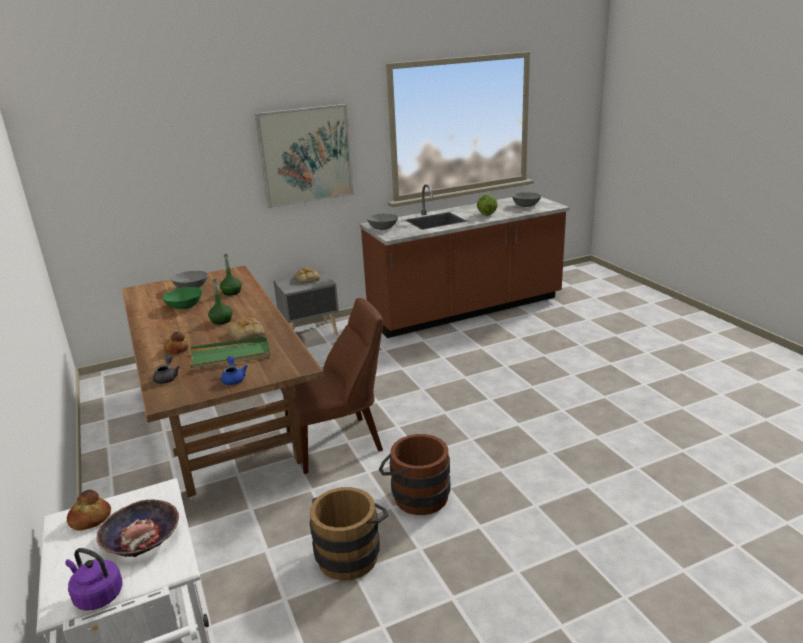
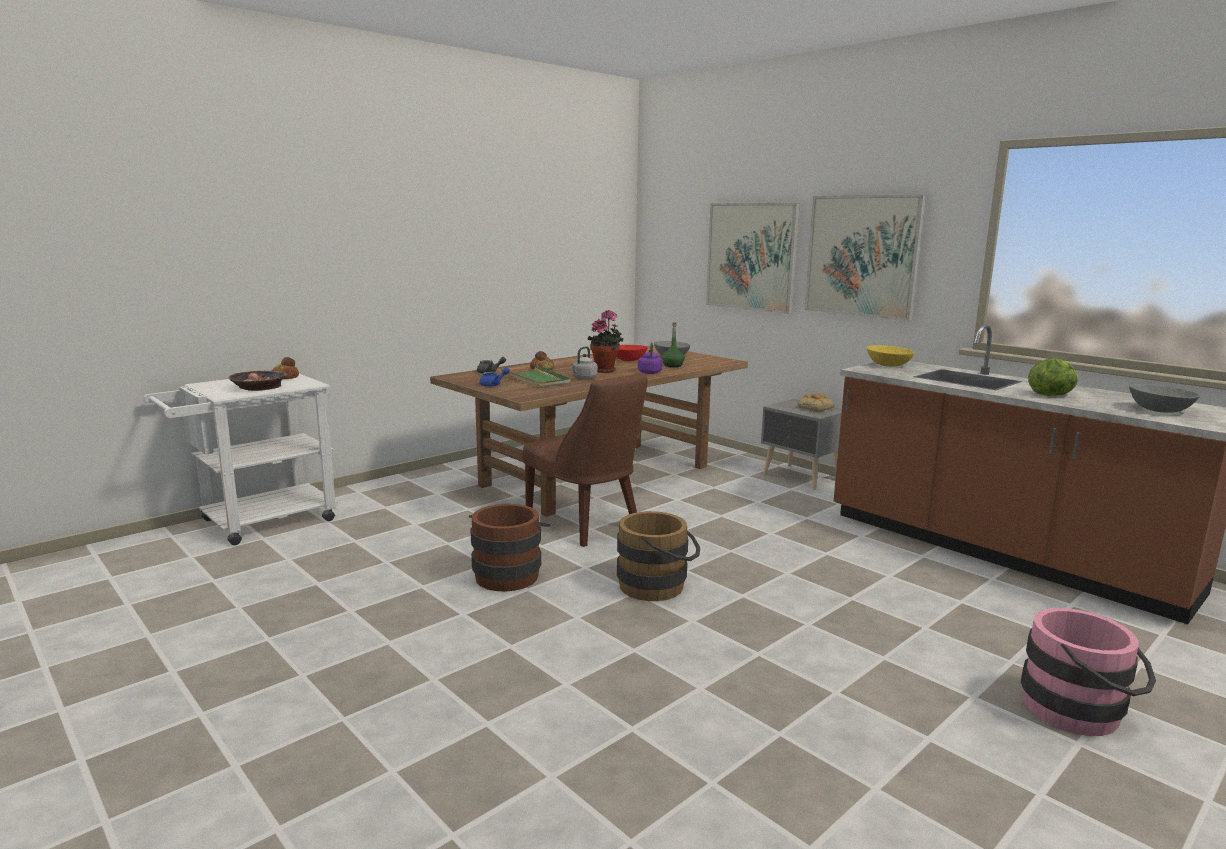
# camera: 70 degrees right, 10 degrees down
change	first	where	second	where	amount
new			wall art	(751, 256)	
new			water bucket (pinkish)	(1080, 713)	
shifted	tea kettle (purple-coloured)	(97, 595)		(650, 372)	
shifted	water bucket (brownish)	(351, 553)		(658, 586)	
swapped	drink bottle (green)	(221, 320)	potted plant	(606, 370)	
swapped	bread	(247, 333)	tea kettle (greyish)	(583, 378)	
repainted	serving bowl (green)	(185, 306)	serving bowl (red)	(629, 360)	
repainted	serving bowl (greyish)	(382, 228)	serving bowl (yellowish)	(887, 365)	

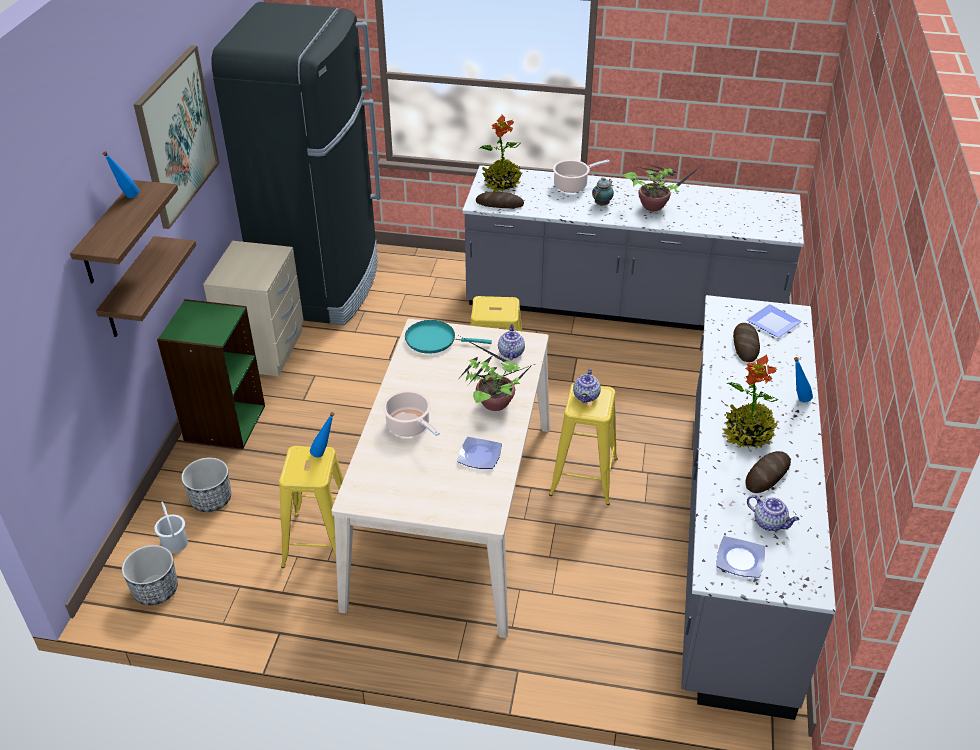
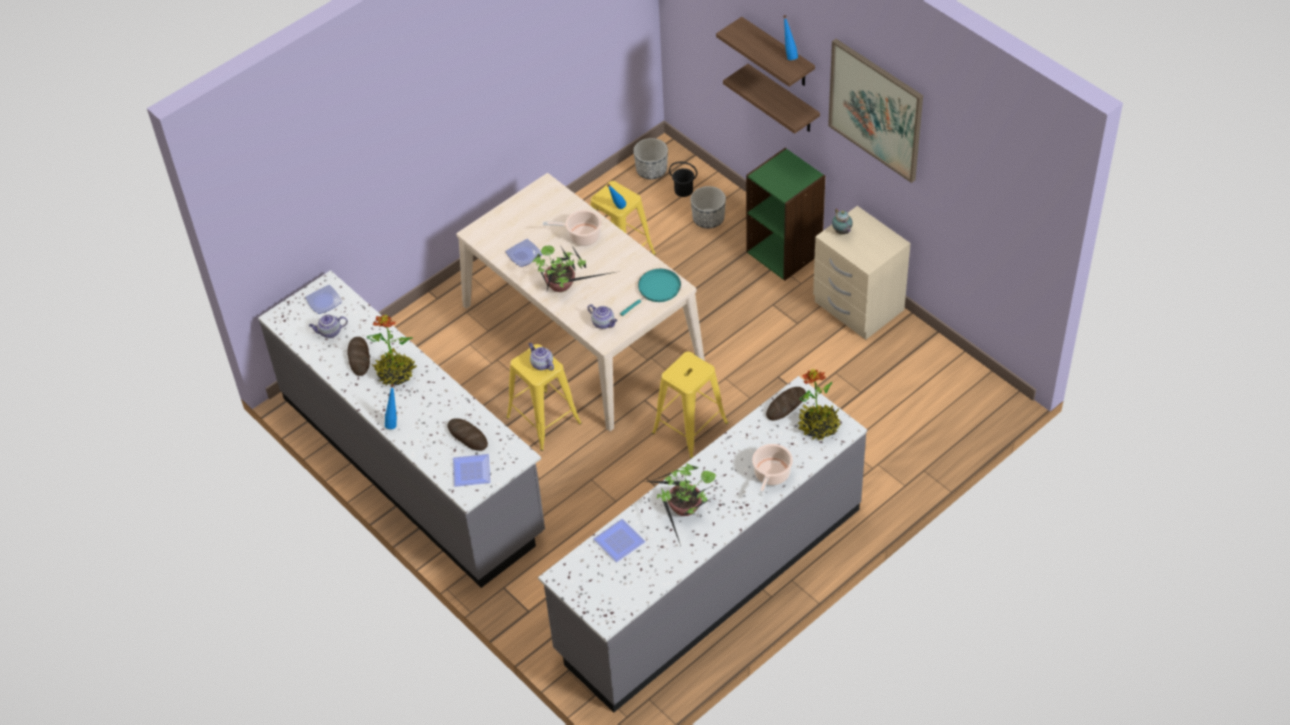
# camera: 130 degrees right, 10 degrees up
change	first	where	second	where	amount
gone	fridge (black)	(321, 285)			
new			plate	(621, 542)	
shifted	teapot	(602, 204)		(842, 232)	
repainted	water bucket (white)	(174, 544)	water bucket (black)	(683, 190)	

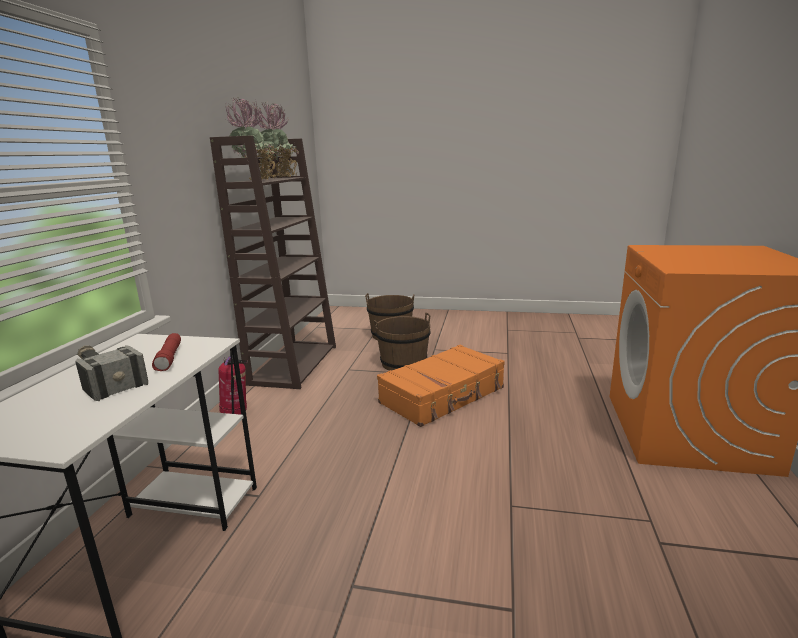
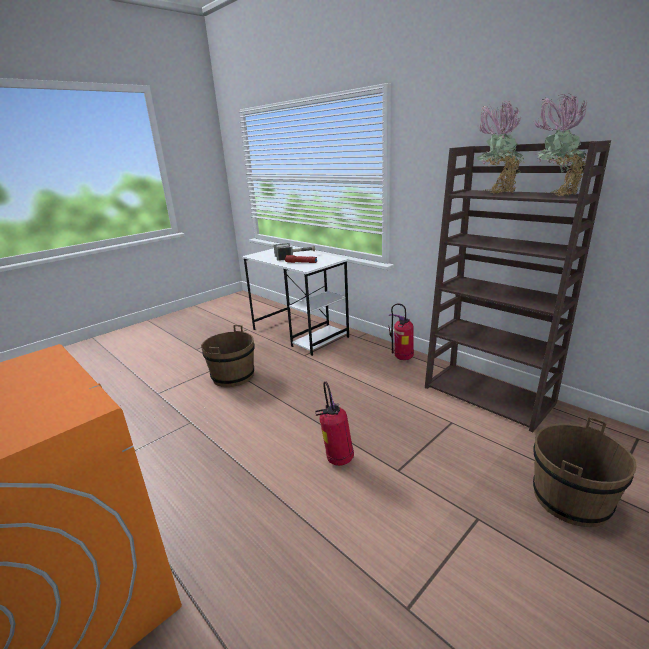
# camera: 125 degrees right, 5 degrees up
change	first	where	second	where	amount
shifted	water bucket (brownish)	(403, 363)		(233, 376)	
swapped	suitcase (orange)	(443, 396)	fire-fighting cylinder	(337, 459)	

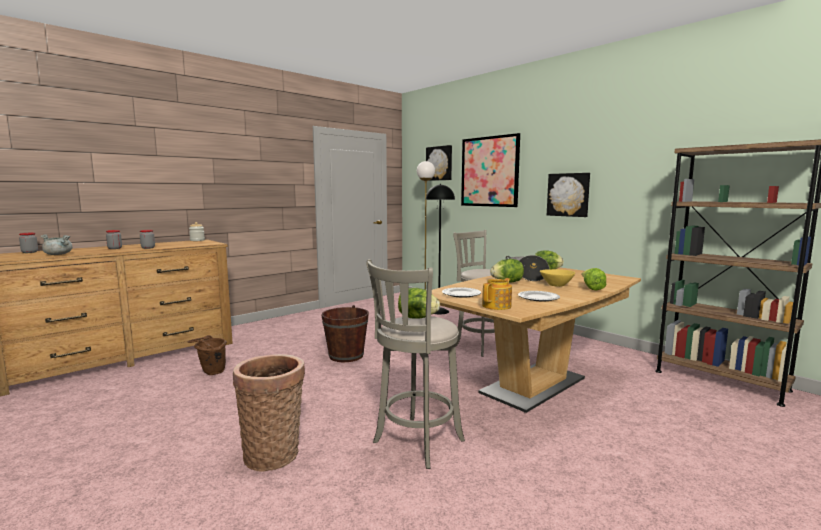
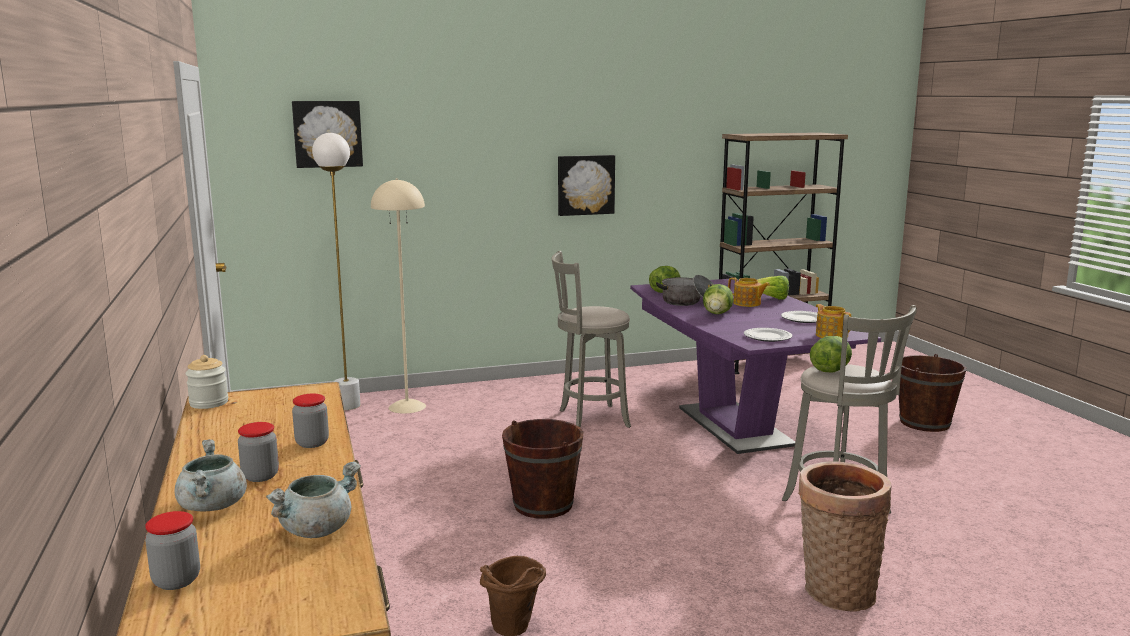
# camera: 65 degrees left, 5 degrees up
change	first	where	second	where	amount
gone	wall art	(489, 171)			
new			cooking pot (greyish)	(213, 506)	
new			water bucket (brownish)	(924, 423)	
swapped	serving bowl (yellowish)	(556, 285)	teapot	(747, 304)	
repainted	standard lamp (black)	(438, 311)	standard lamp (beige-coloured)	(407, 407)	
repainted	dining table (brownish)	(533, 386)	dining table (purple-coloured)	(734, 426)	

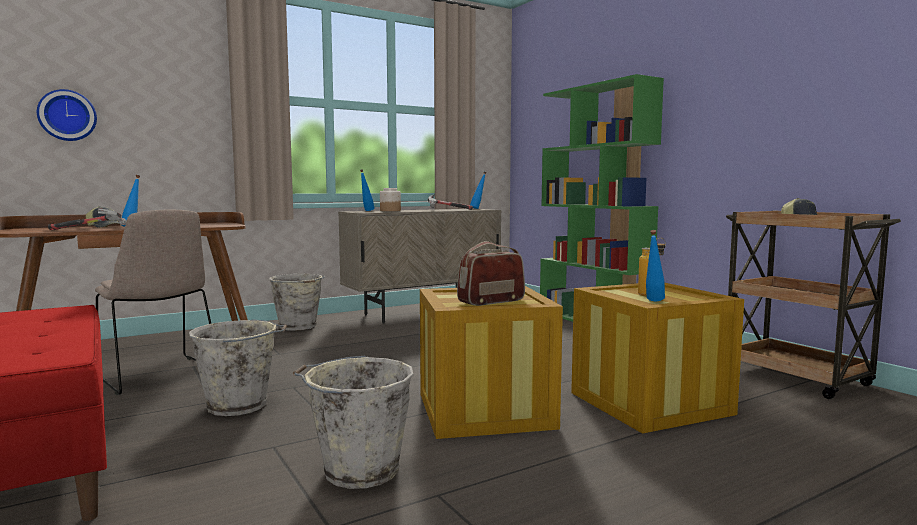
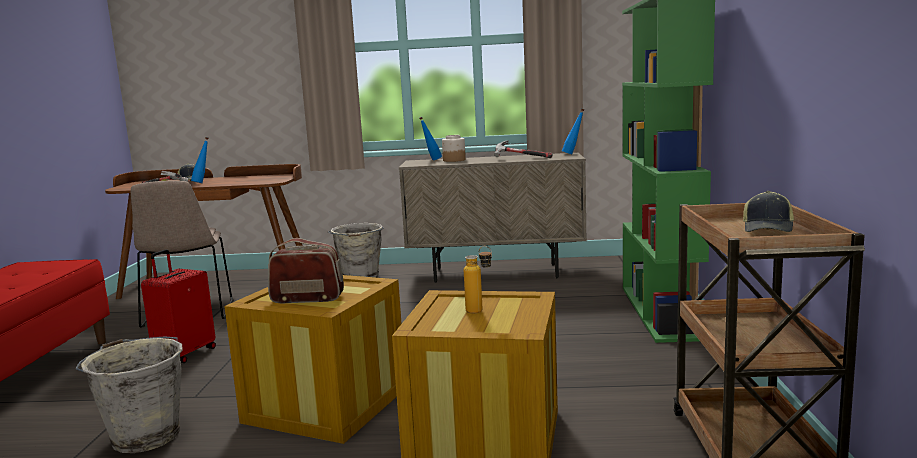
# camera: 35 degrees right, 5 degrees up
change	first	where	second	where	amount
gone	clock on the wall	(67, 115)			
gone	drink bottle (bluish)	(653, 301)			
swapped	water bucket (greyish)	(240, 405)	suitcase (red)	(185, 354)	

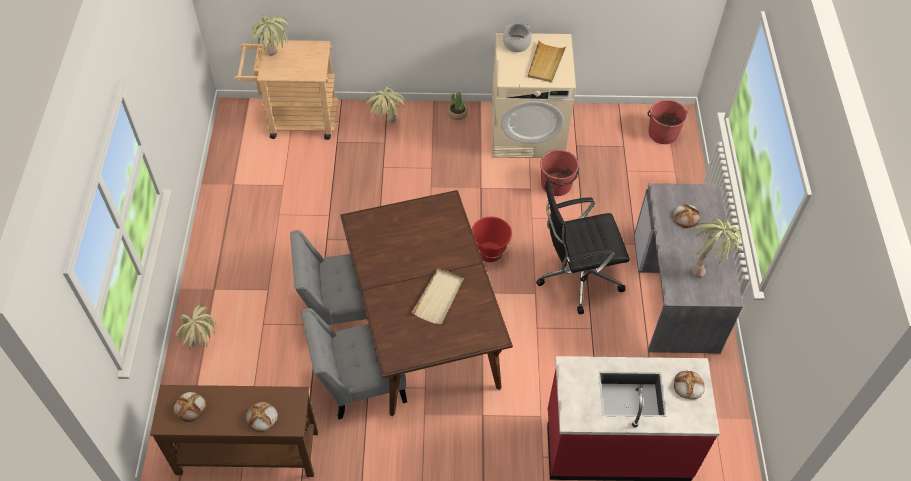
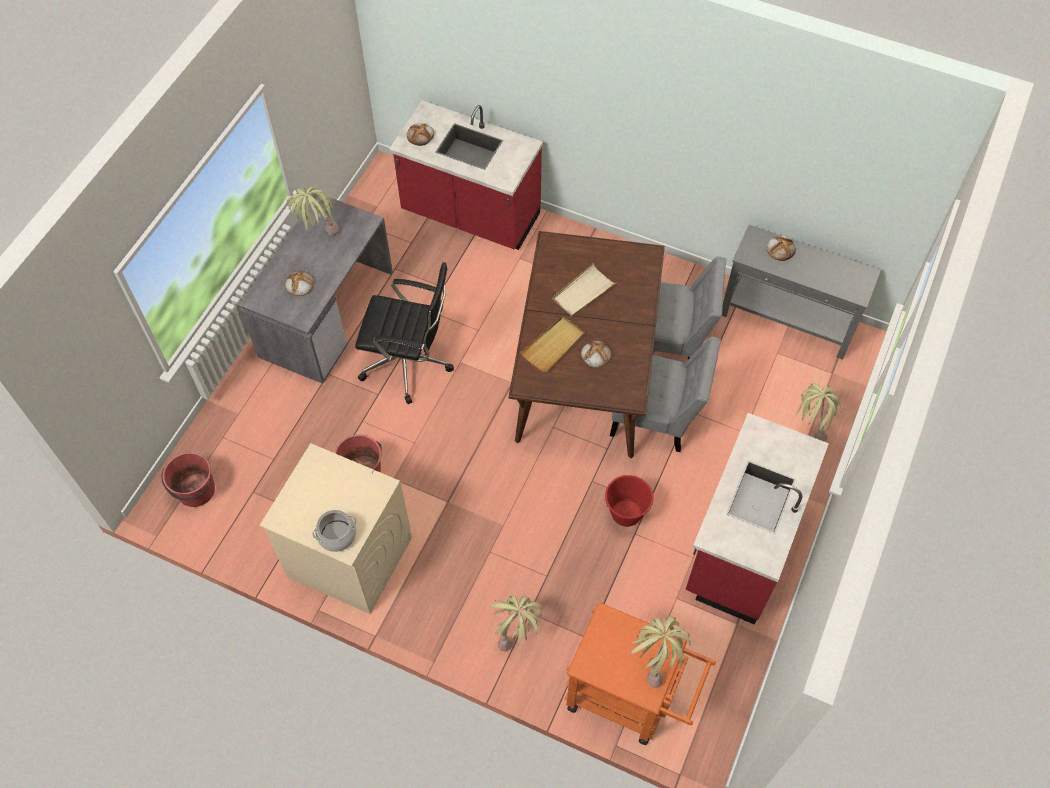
# camera: 155 degrees left, 5 degrees up
change	first	where	second	where	amount
gone	potted plant	(457, 113)			
new			counter (red)	(741, 545)	
shifted	bread	(190, 407)		(595, 355)	
shifted	water bucket (red)	(490, 252)		(626, 513)	
shifted	carrying tray (beige-coloured)	(545, 63)		(553, 345)	
repainted	console table (brownish)	(247, 452)	console table (greyish)	(788, 320)	
repainted	trolley (beige-coloured)	(295, 120)	trolley (orange)	(629, 698)	

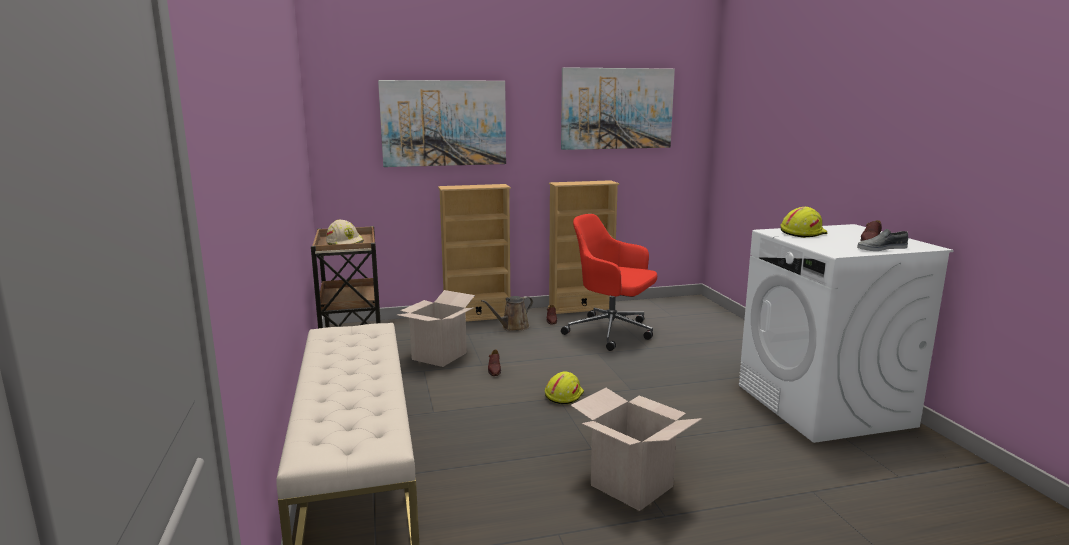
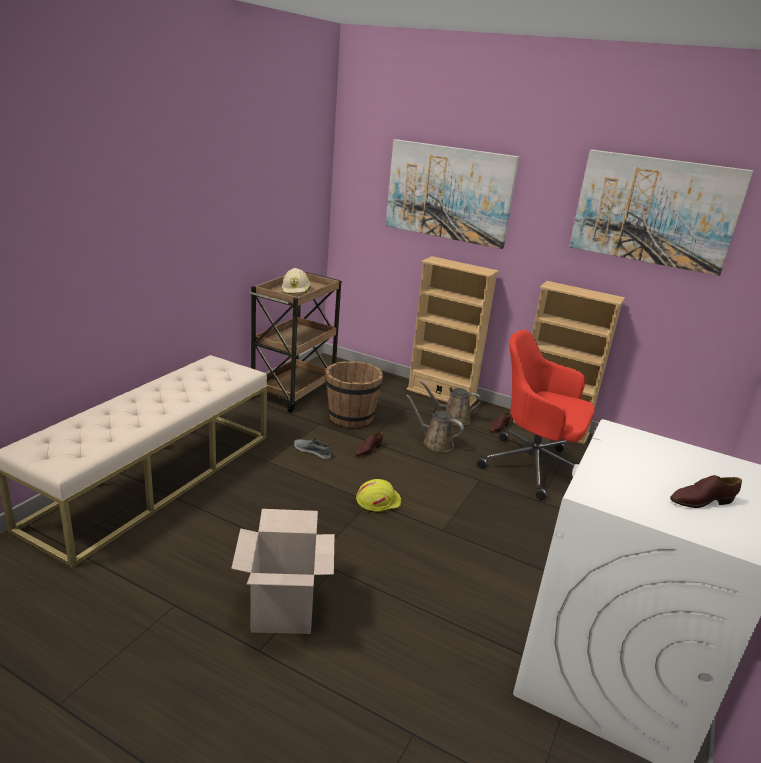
# camera: 40 degrees right, 10 degrees up
change	first	where	second	where	amount
gone	safety helmet (yellowish)	(802, 233)			
new			watering pot (brownish)	(435, 442)	
shifted	shoe (greyish)	(881, 248)		(312, 451)	
swapped	cardboard box	(439, 356)	water bucket (brownish)	(350, 417)	
rotated	computer chair (red)	(612, 332)		(533, 467)	45 degrees counterclockwise

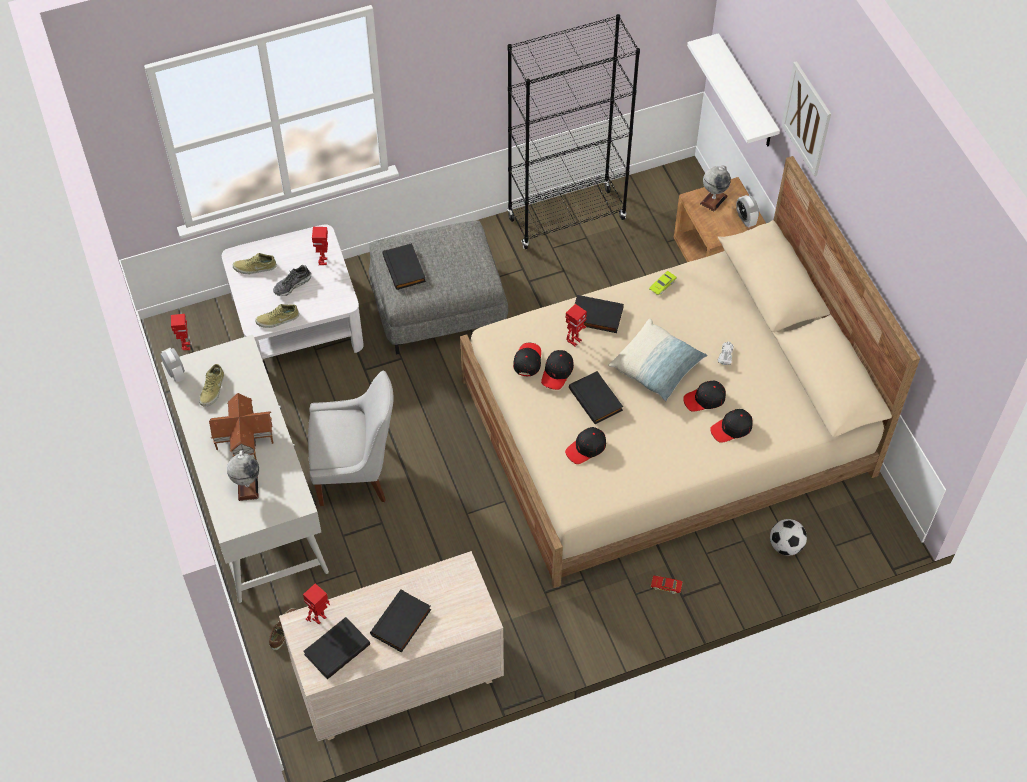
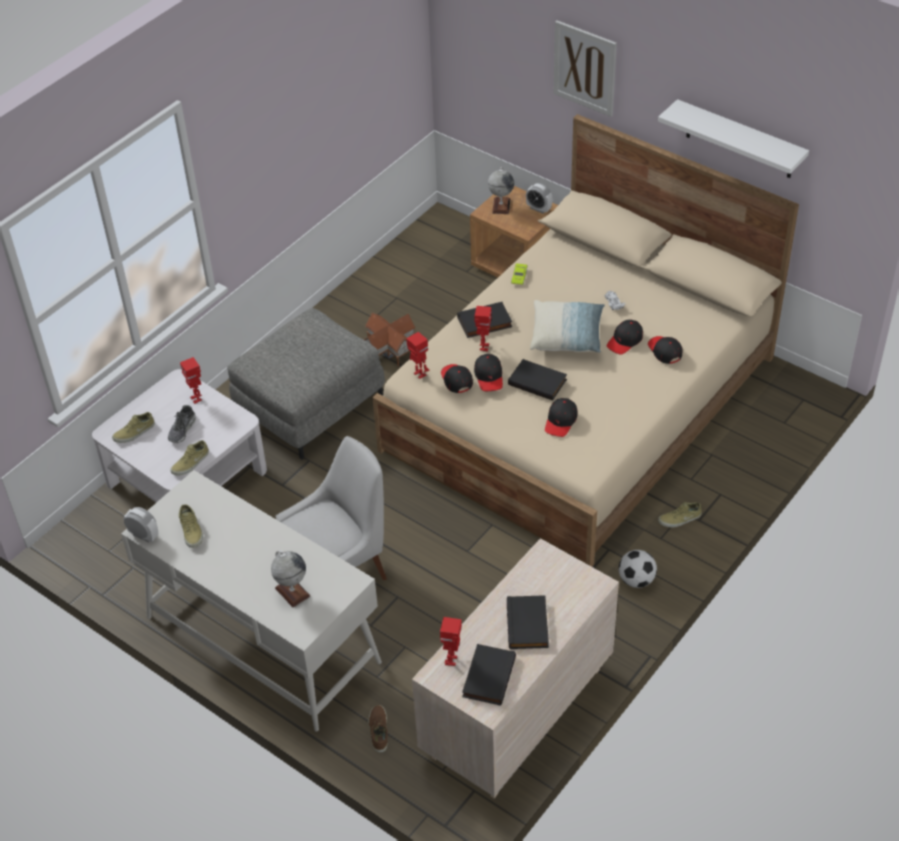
# camera: 30 degrees left, 10 degrees down
change	first	where	second	where	amount
gone	book (black)	(405, 268)			
gone	bookcase (black)	(566, 218)			
shifted	robot figure	(185, 346)		(419, 374)	
shifted	toy house	(243, 438)		(390, 350)	
shifted	bracket shelf (white)	(746, 93)		(739, 140)	
shifted	football	(785, 545)		(636, 580)	
swapped	miniature car (red)	(666, 586)	shoe (beige-coloured)	(680, 519)	
rotated	peaked cap (black)	(731, 429)		(664, 351)	120 degrees clockwise

